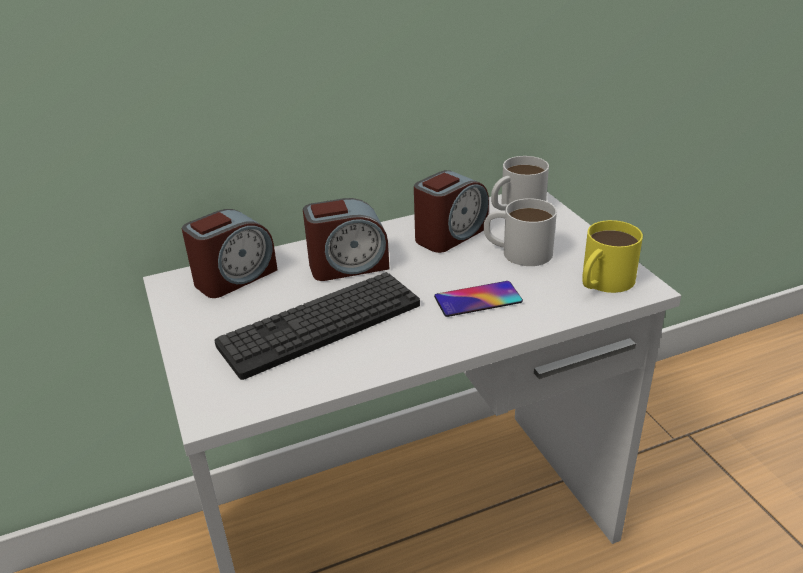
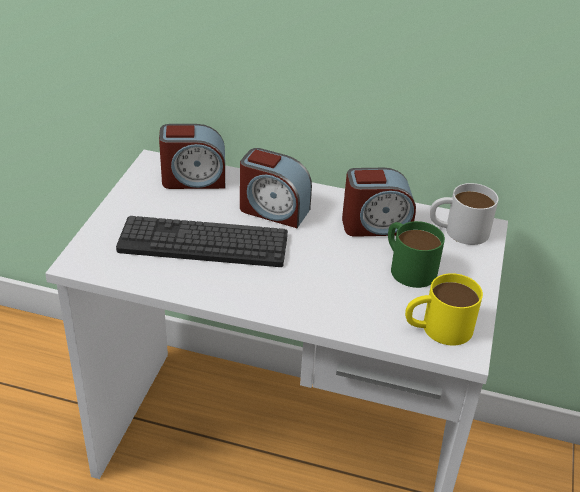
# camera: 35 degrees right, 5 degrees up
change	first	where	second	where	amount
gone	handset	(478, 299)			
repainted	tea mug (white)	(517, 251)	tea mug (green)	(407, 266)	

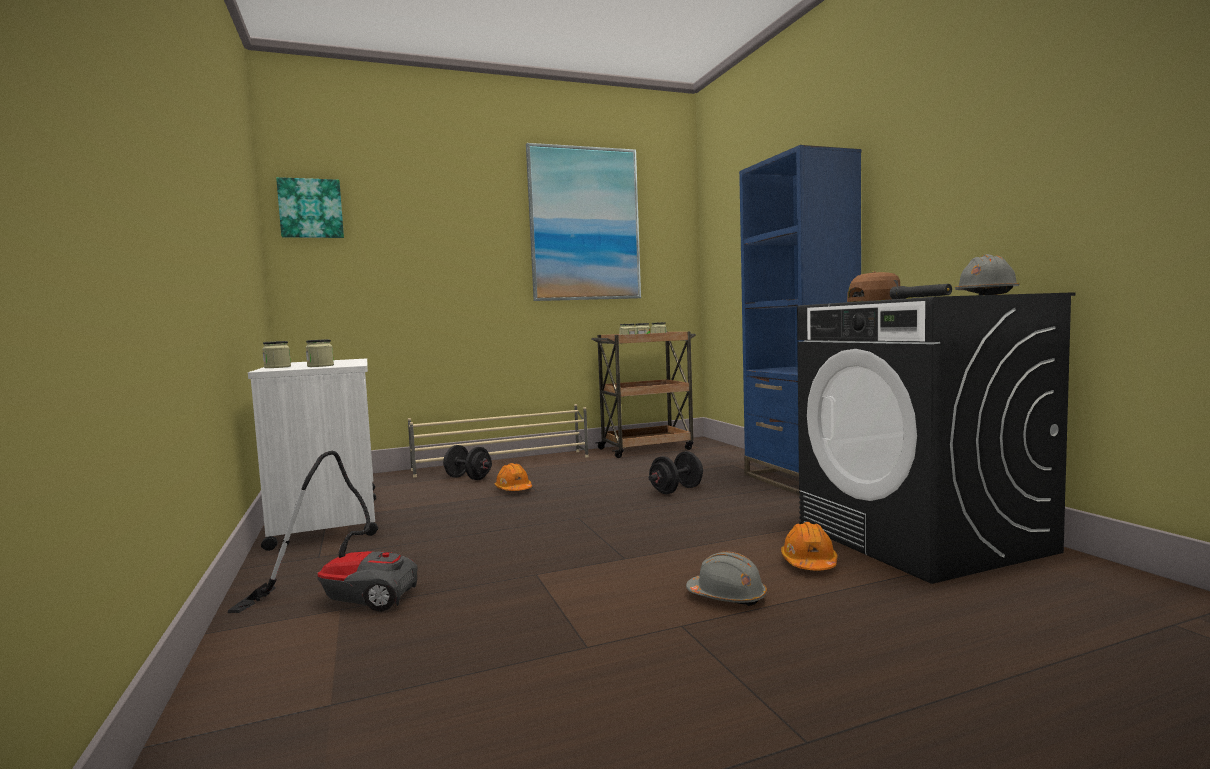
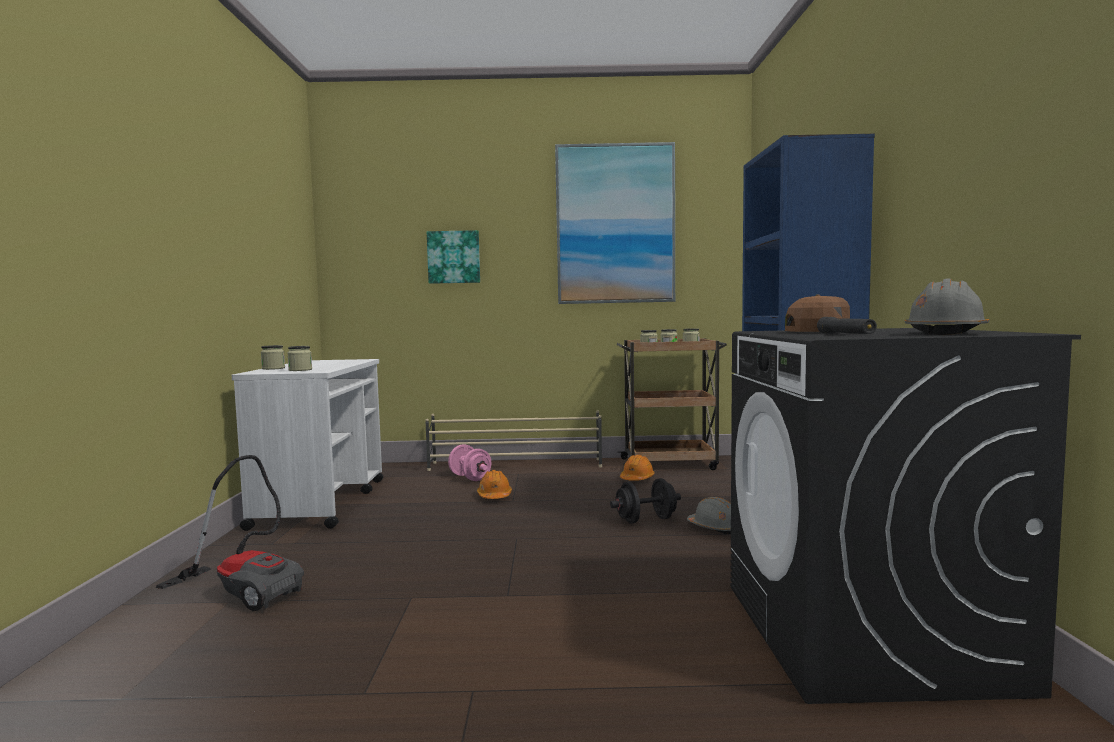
# camera: 20 degrees right, 0 degrees up
change	first	where	second	where	amount
shifted	wall art	(311, 208)		(454, 257)	
shifted	safety helmet (greyish)	(727, 597)		(714, 528)	
shifted	safety helmet (orange)	(809, 563)		(637, 479)	
repainted	dumbbell (black)	(468, 478)	dumbbell (pinkish)	(470, 477)	

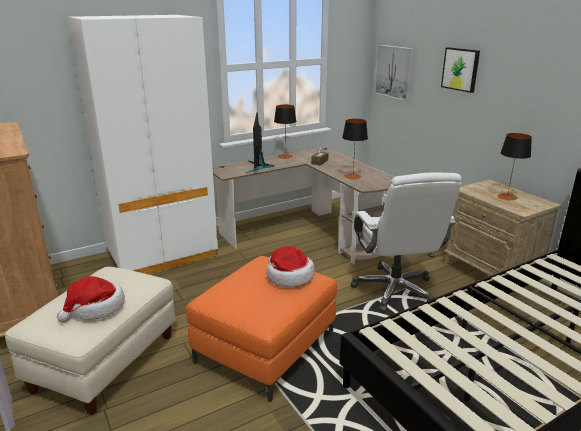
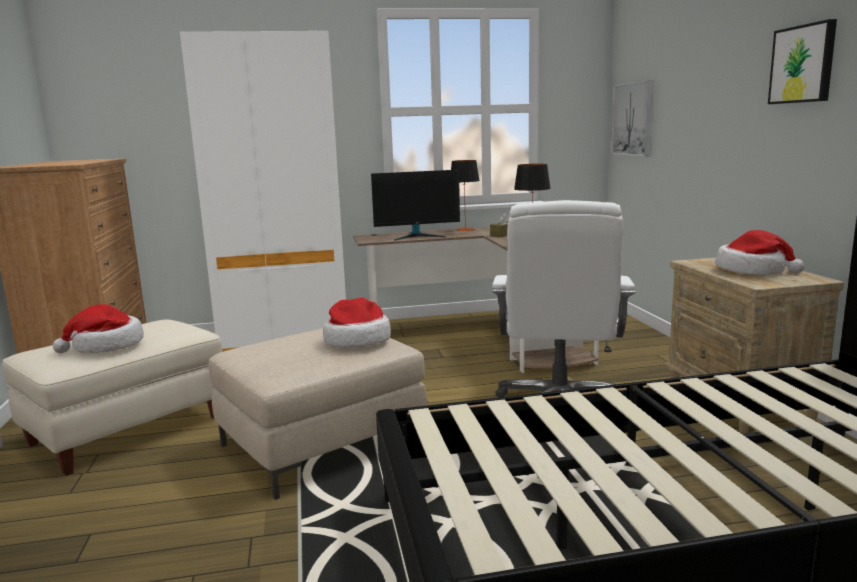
# camera: 20 degrees right, 10 degrees down
change	first	where	second	where	amount
shifted	wall art	(461, 69)		(803, 64)	
swapped	tabletop lamp	(507, 197)	wearable hat	(752, 270)	
repainted	footrest (orange)	(265, 348)	footrest (beige-coloured)	(322, 443)	
rotated	monitor	(258, 167)		(417, 236)	120 degrees counterclockwise

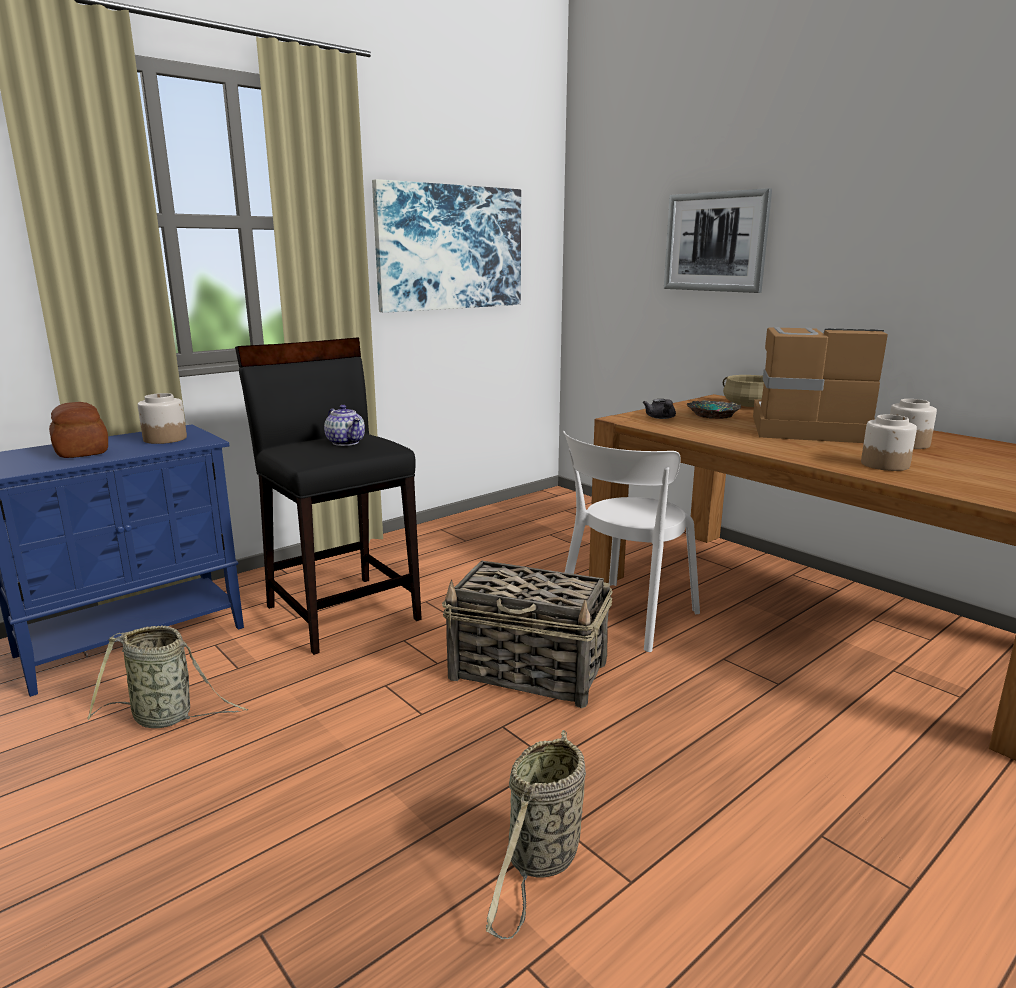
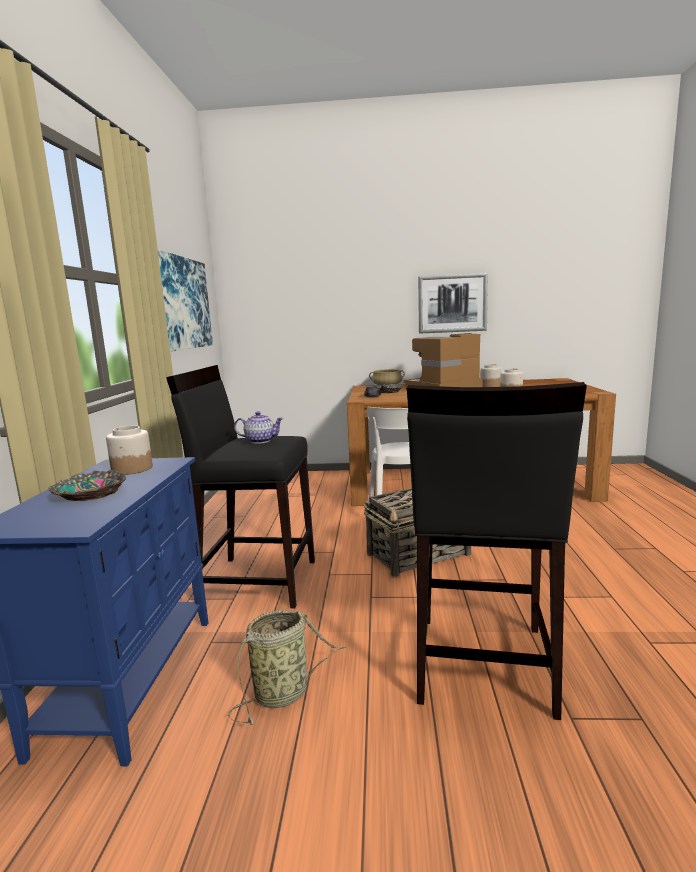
# camera: 45 degrees left, 5 degrees down
change	first	where	second	where	amount
gone	basket	(541, 861)			
new			stool (black)	(481, 664)	
shifted	wall art	(715, 242)		(452, 303)	
swapped	bread	(82, 450)	serving bowl	(89, 493)	

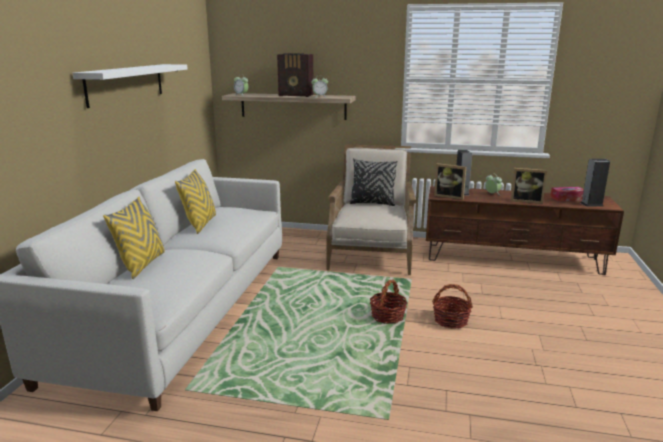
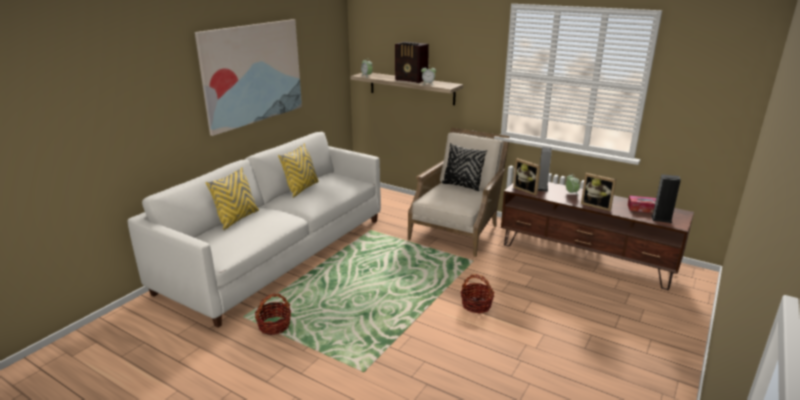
# camera: 20 degrees right, 5 degrees up
change	first	where	second	where	amount
shifted	basket	(387, 316)		(274, 326)	
swapped	bracket shelf (white)	(126, 84)	wall art	(253, 74)	

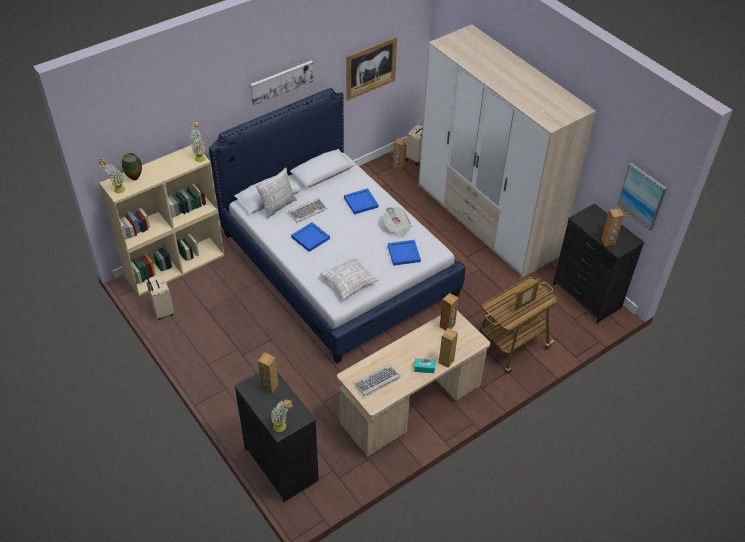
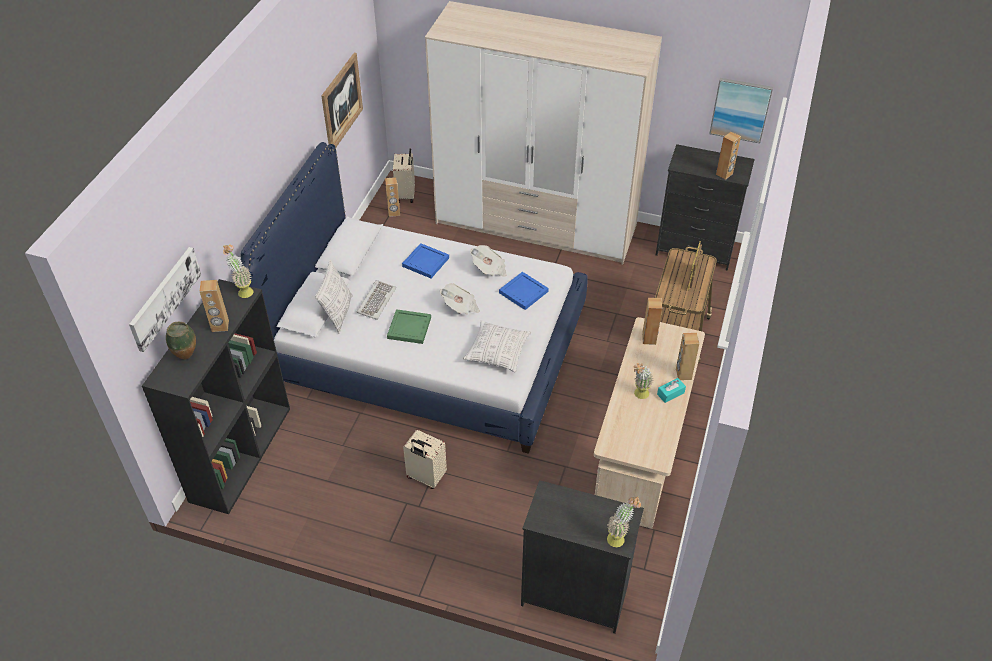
# camera: 35 degrees left, 0 degrees up
change	first	where	second	where	amount
gone	keyboard	(377, 381)			
new			newspaper	(460, 307)	
shifted	potted plant	(116, 190)		(639, 395)	
shifted	suitcase (beige-coloured)	(162, 311)		(425, 477)	
shifted	wall art	(281, 82)		(164, 297)	
shifted	audio speaker (brownish)	(269, 387)		(220, 326)	
repainted	bookcase (beige-coloured)	(175, 265)	bookcase (black)	(240, 453)	
repainted	carrying tray (bluish)	(310, 237)	carrying tray (green)	(409, 327)	

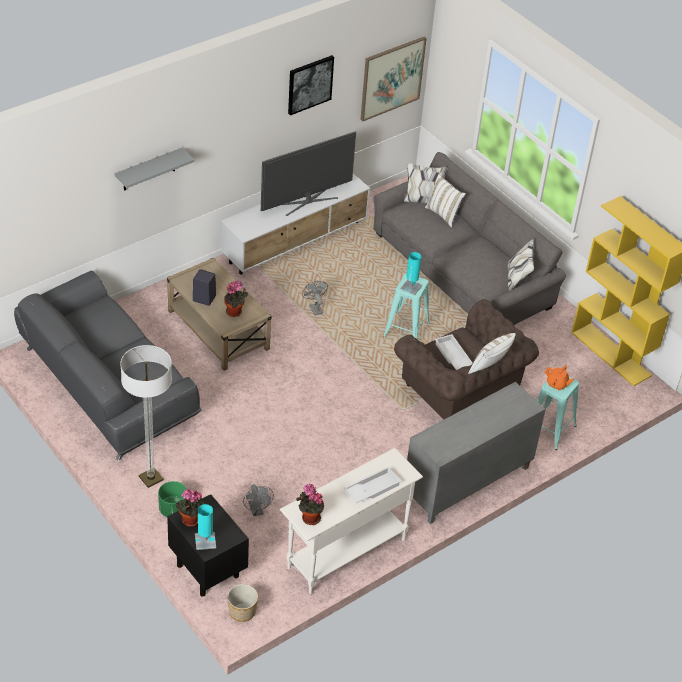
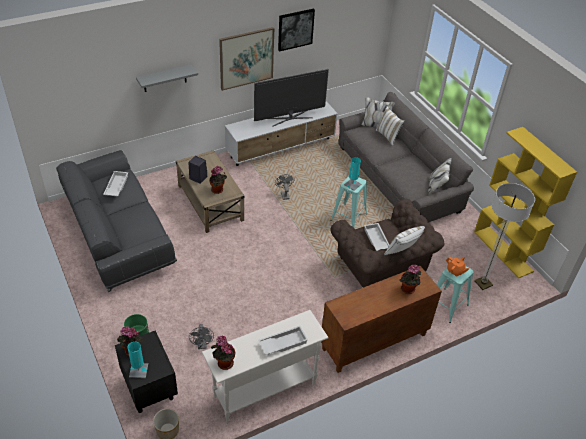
# camera: 10 degrees right, 0 degrees up
change	first	where	second	where	amount
new			carrying tray (white)	(116, 186)	
new			potted plant	(408, 290)	
shifted	standard lamp	(151, 478)		(483, 283)	
shifted	wall art	(392, 78)		(246, 58)	
repainted	cabinet (greyish)	(467, 484)	cabinet (brownish)	(374, 342)	

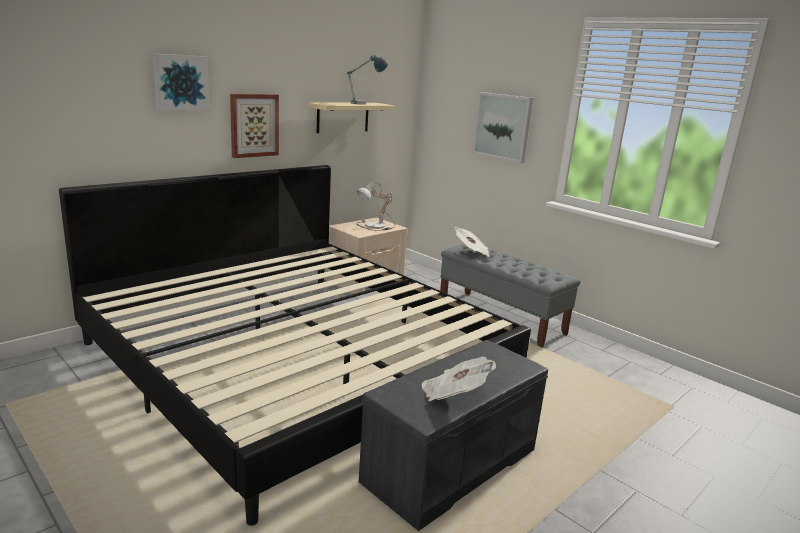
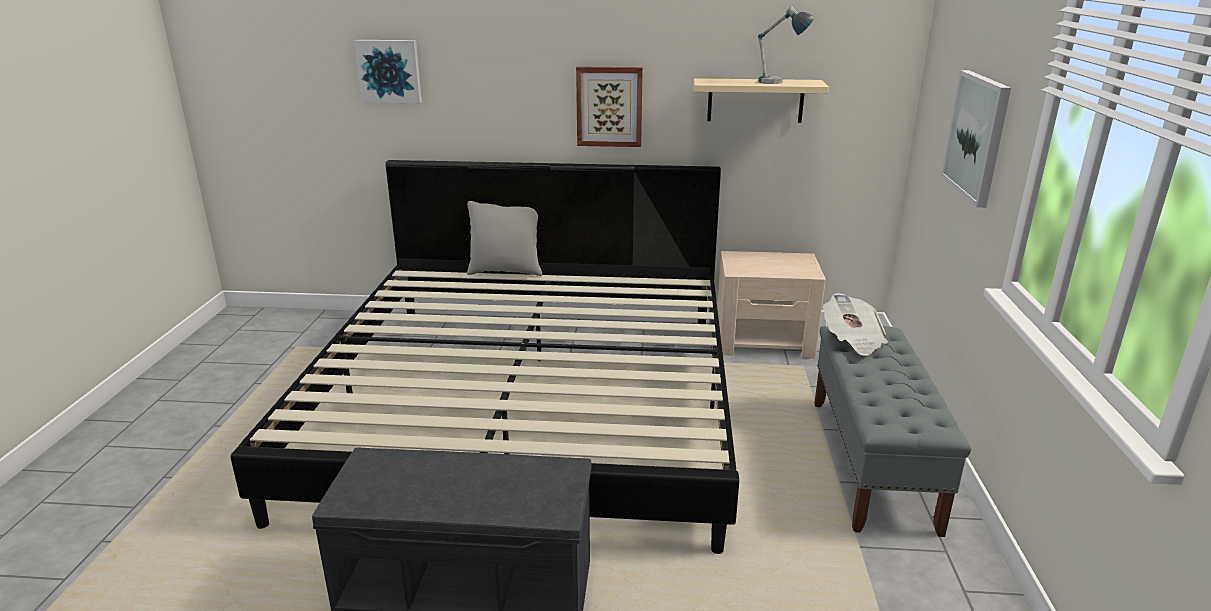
# camera: 50 degrees right, 5 degrees up
change	first	where	second	where	amount
gone	tabletop lamp	(375, 226)			
gone	newspaper	(454, 394)			
new			throw pillow (greyish)	(506, 271)	
shifted	wall art	(180, 82)		(389, 71)	

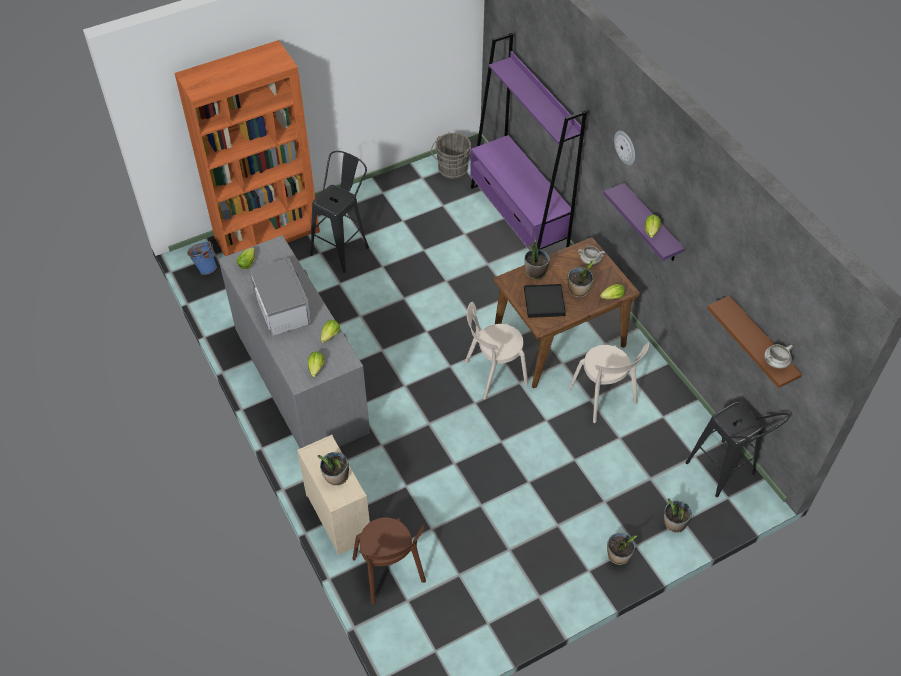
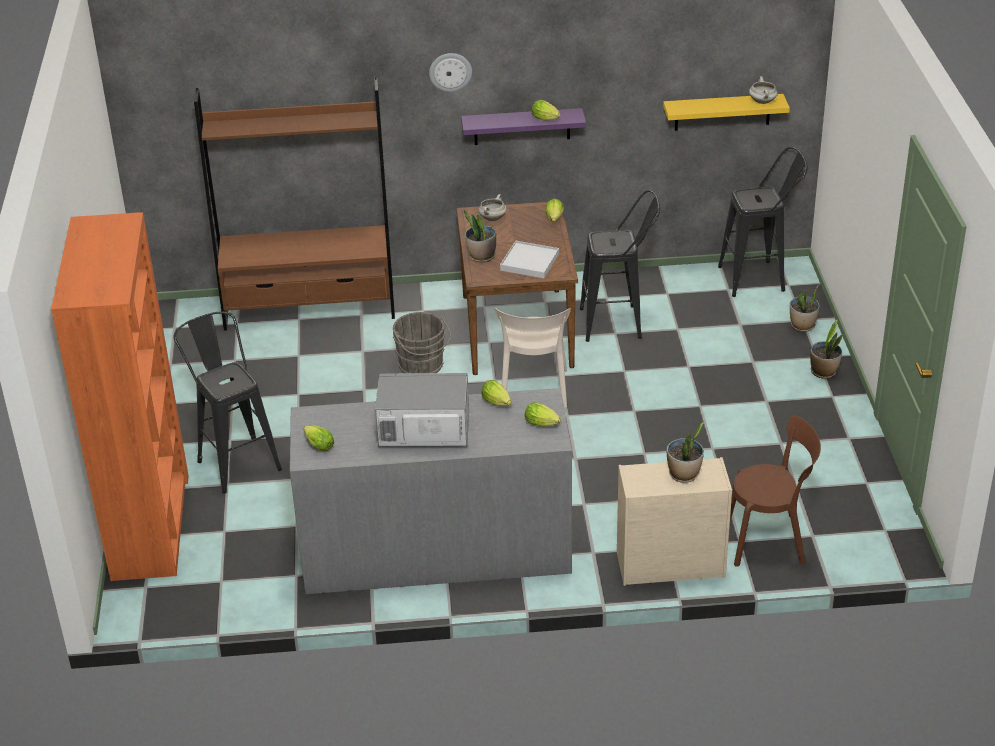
# camera: 65 degrees left, 15 degrees down
change	first	where	second	where	amount
gone	water bucket (bluish)	(205, 268)			
gone	potted plant	(578, 291)			
shifted	water bucket (greyish)	(451, 170)		(422, 367)	
swapped	plain chair (beige-coloured)	(604, 398)	stool (black)	(619, 323)	
repainted	bookcase (purple-coloured)	(518, 219)	bookcase (brownish)	(310, 309)	
repainted	carrying tray (black)	(544, 302)	carrying tray (white)	(529, 262)	
repainted	bracket shelf (brownish)	(761, 343)	bracket shelf (yellowish)	(722, 112)	

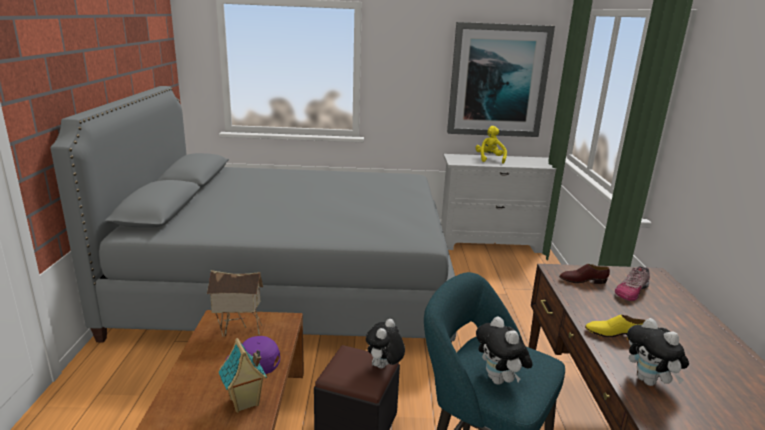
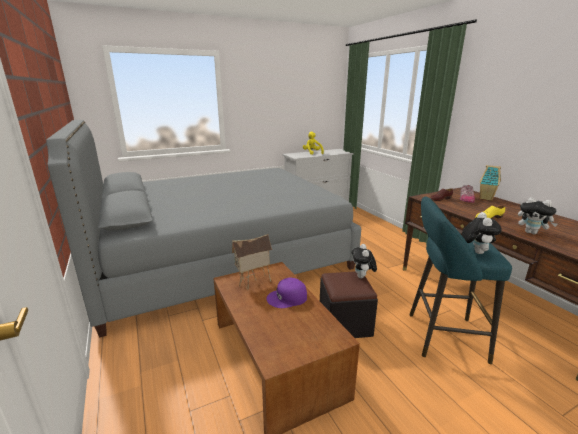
# camera: 25 degrees left, 0 degrees up
change	first	where	second	where	amount
gone	wall art	(497, 80)			
shifted	toy house	(244, 403)		(486, 198)	
rotated	cuddly toy	(499, 380)		(475, 251)	120 degrees counterclockwise

